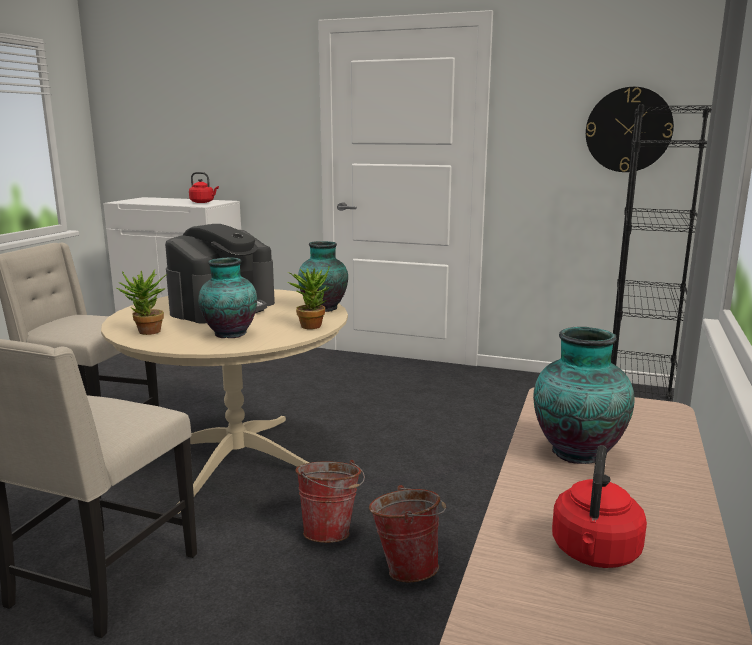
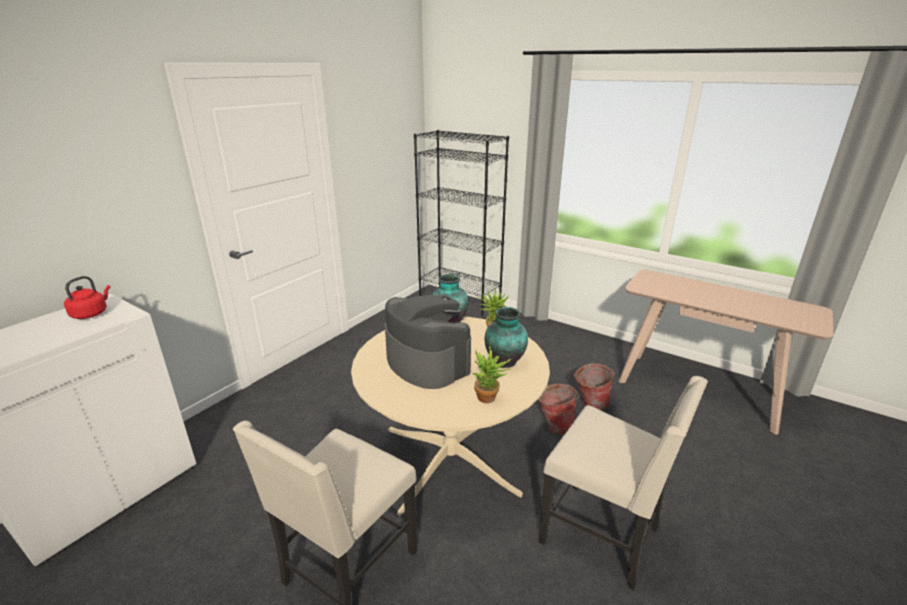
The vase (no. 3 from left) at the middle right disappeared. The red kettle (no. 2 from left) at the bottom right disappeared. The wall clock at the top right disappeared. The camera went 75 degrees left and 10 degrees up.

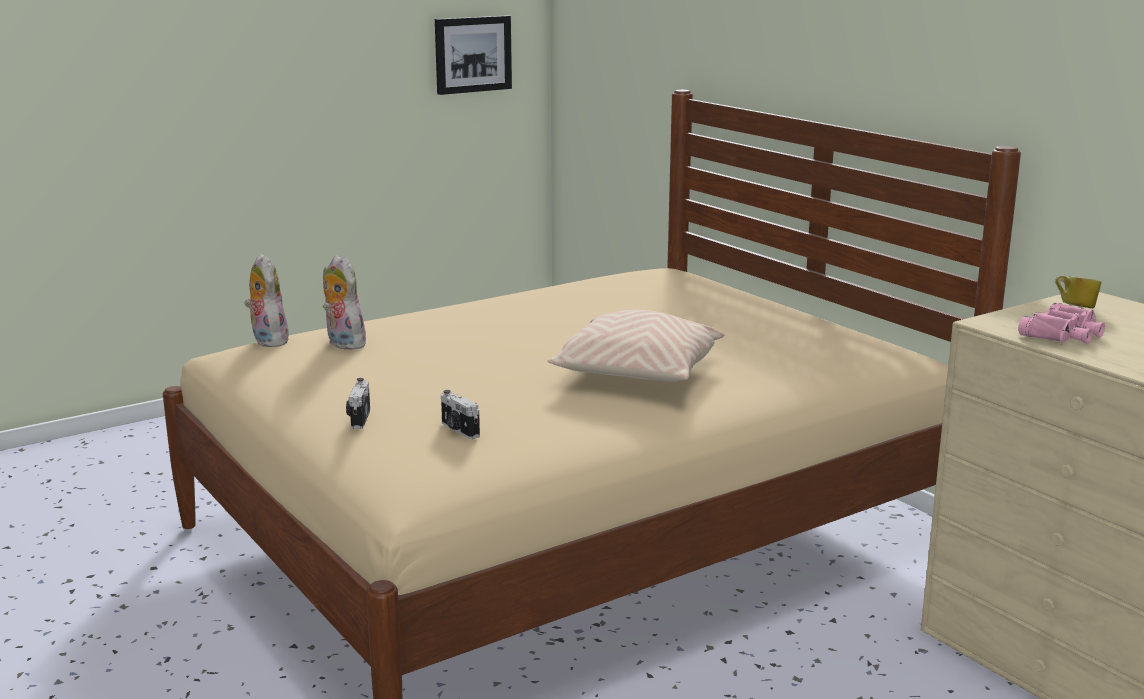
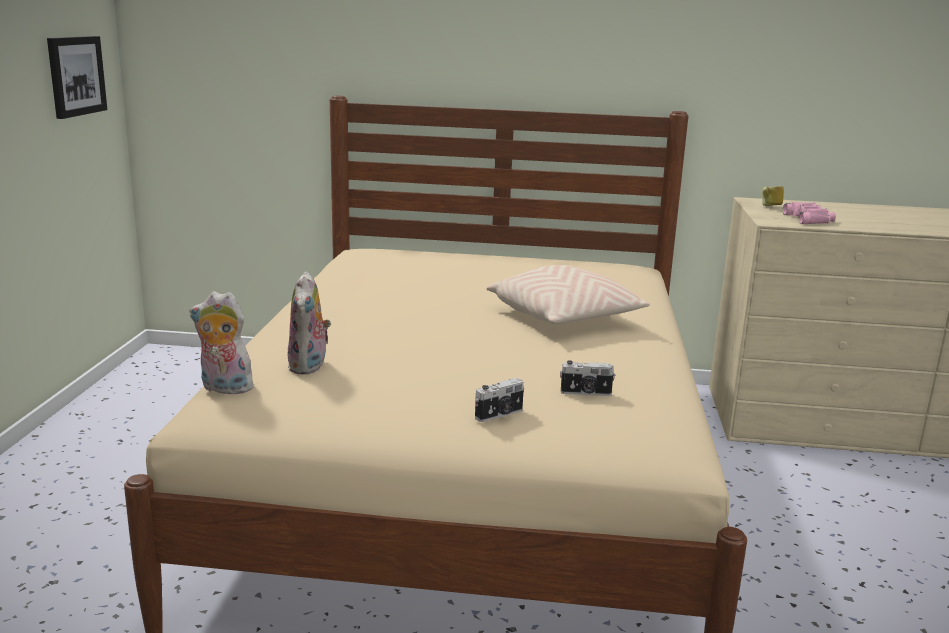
The plush toy (no. 2 from left) at the middle left turned 90 degrees counterclockwise. The photo camera (no. 1 from left) at the middle left turned 75 degrees counterclockwise. The camera went 50 degrees left and 0 degrees up.

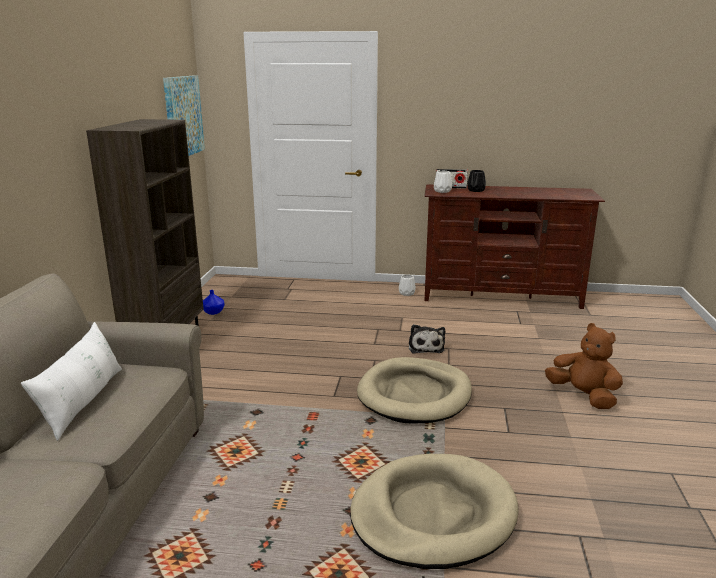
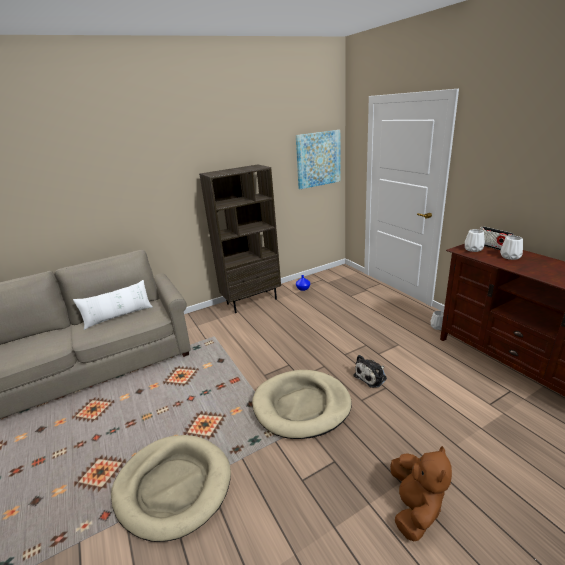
The black vase at the top centre became the white vase (no. 3 from left) at the middle right. The camera went 55 degrees right and 5 degrees up.

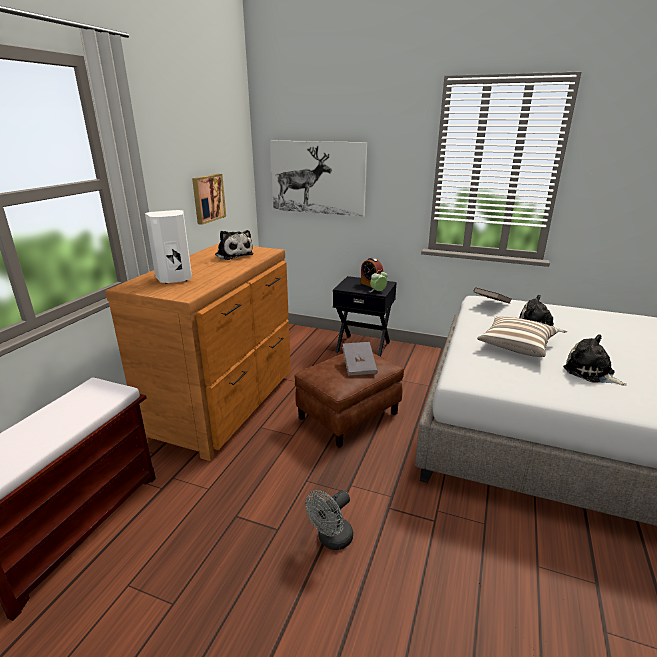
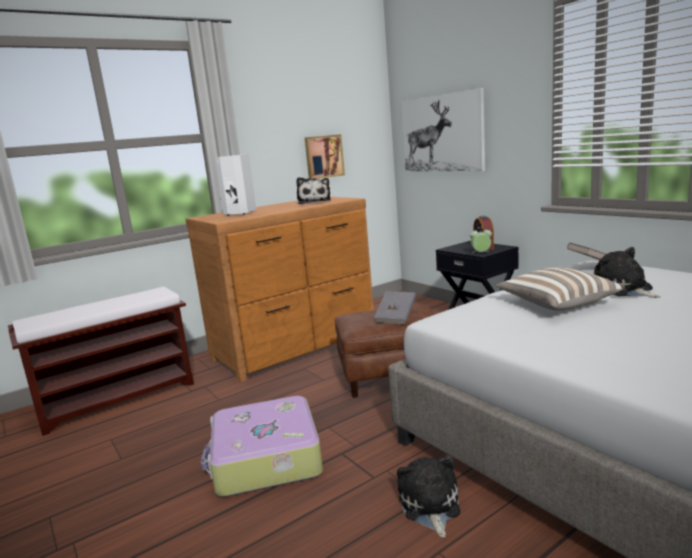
The plush toy (no. 3 from left in the first image) moved from the middle right to the bottom centre. The grey fan at the bottom centre was replaced by the suitcase at the bottom centre. The camera went 35 degrees right and 10 degrees down.

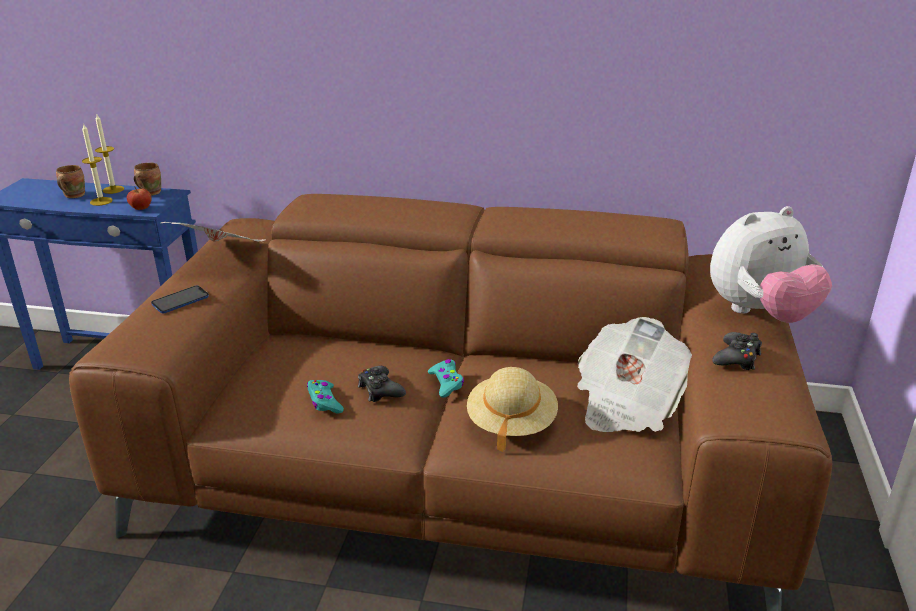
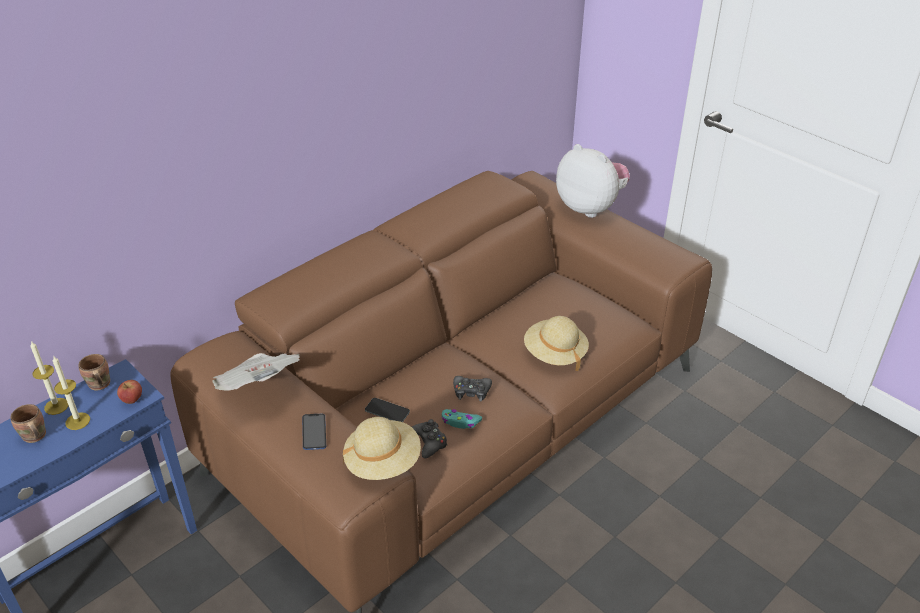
The turquoise game controller (no. 2 from left) at the centre disappeared. The newspaper (no. 2 from left) at the middle right disappeared. The beige hat (no. 1 from left) at the bottom centre appeared. The phone (no. 2 from left) at the bottom centre appeared. The black game controller (no. 2 from left in the first image) moved from the middle right to the bottom centre. The plush toy at the middle right turned 60 degrees counterclockwise. The camera went 55 degrees left and 10 degrees up.

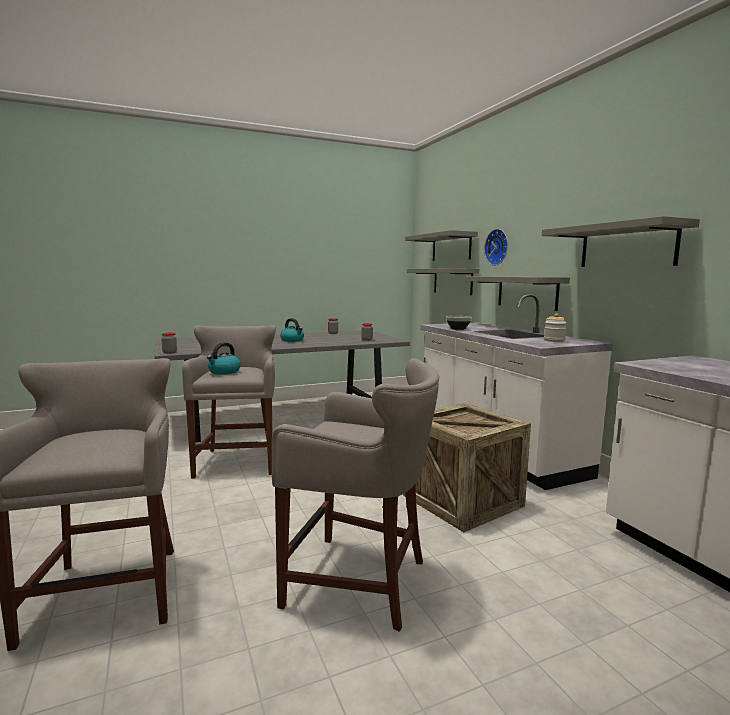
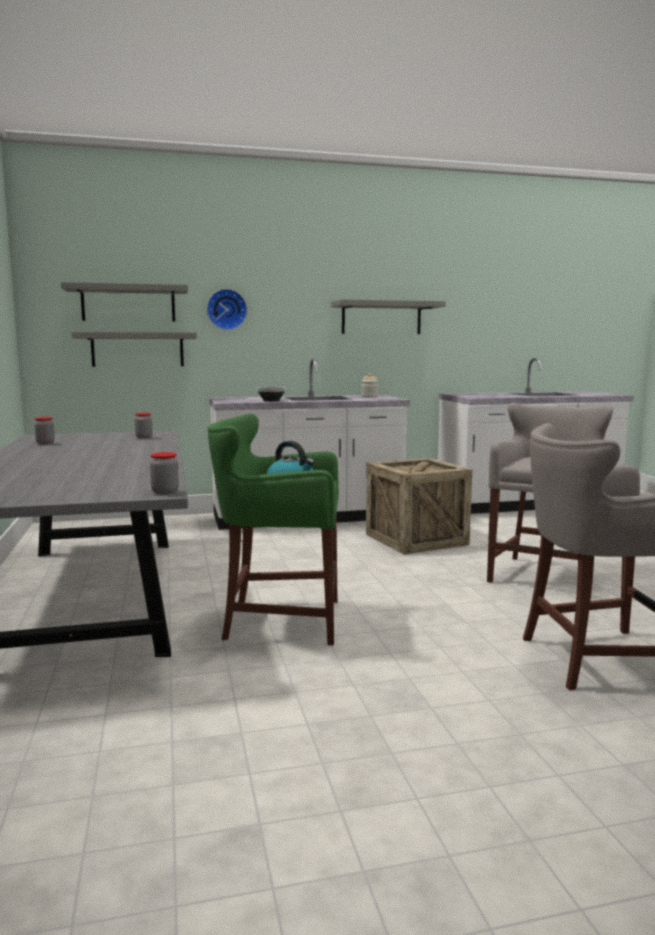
The kettle (no. 2 from left) at the centre disappeared. The grey shelf (no. 3 from left) at the middle right disappeared. The grey stool (no. 2 from left) at the middle left became the green stool at the centre. The camera went 80 degrees left and 0 degrees up.

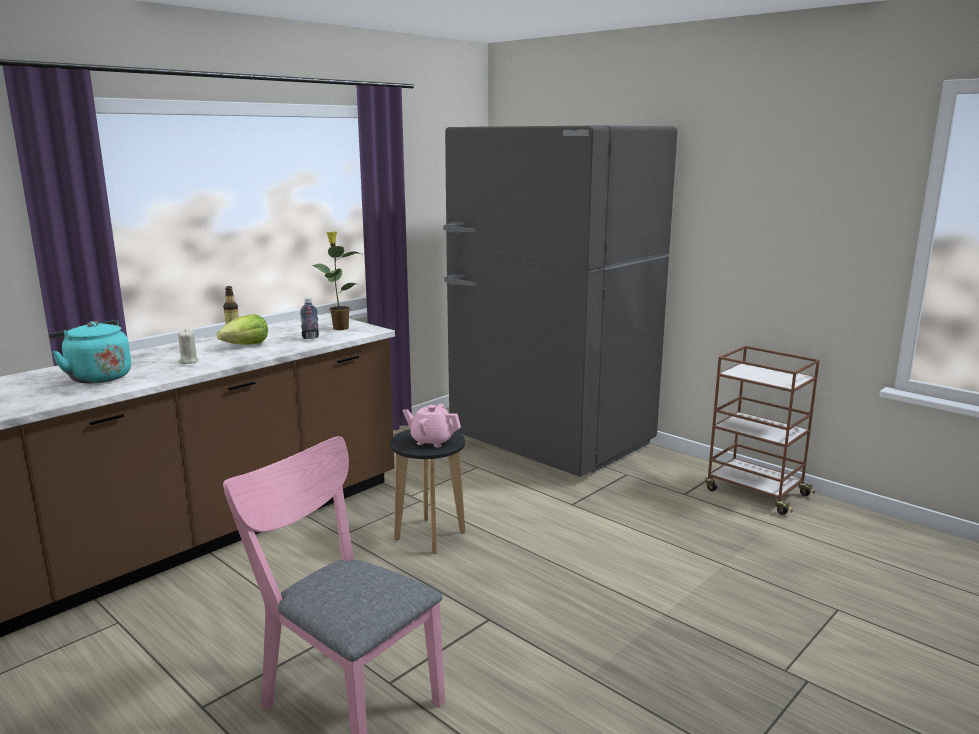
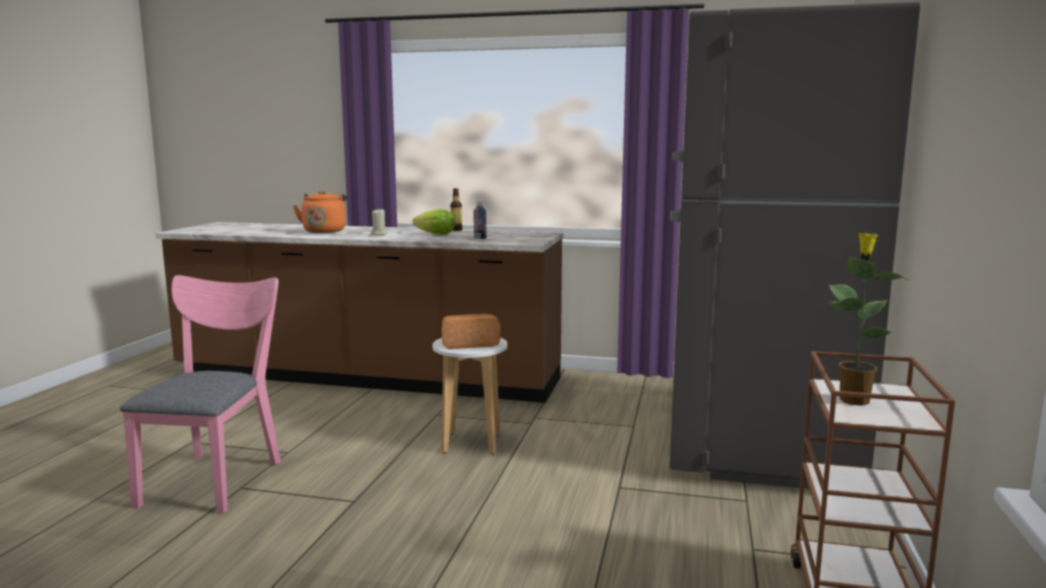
The potted plant moved from the centre to the middle right. The pink teapot at the centre was replaced by the bread at the centre. The turquoise kettle at the middle left became the orange kettle at the middle left. The black stool at the bottom centre became the white stool at the bottom centre. The camera went 60 degrees right and 5 degrees down.

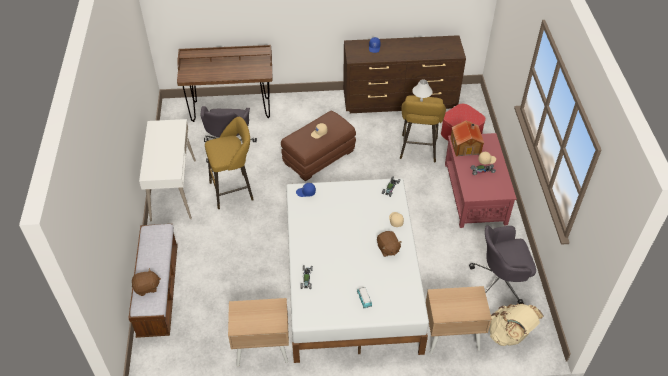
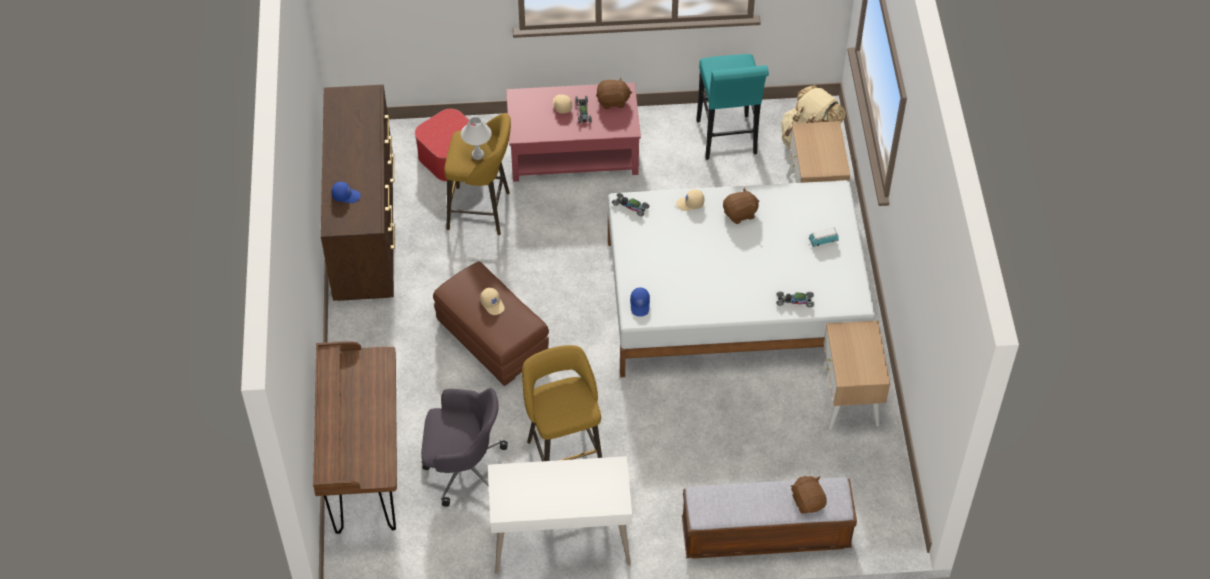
The toy house at the middle right disappeared. The brown plush toy (no. 1 from left) at the top centre appeared. The grey office chair (no. 2 from left) at the bottom right was replaced by the turquoise stool at the top centre. The camera went 90 degrees left and 5 degrees up.

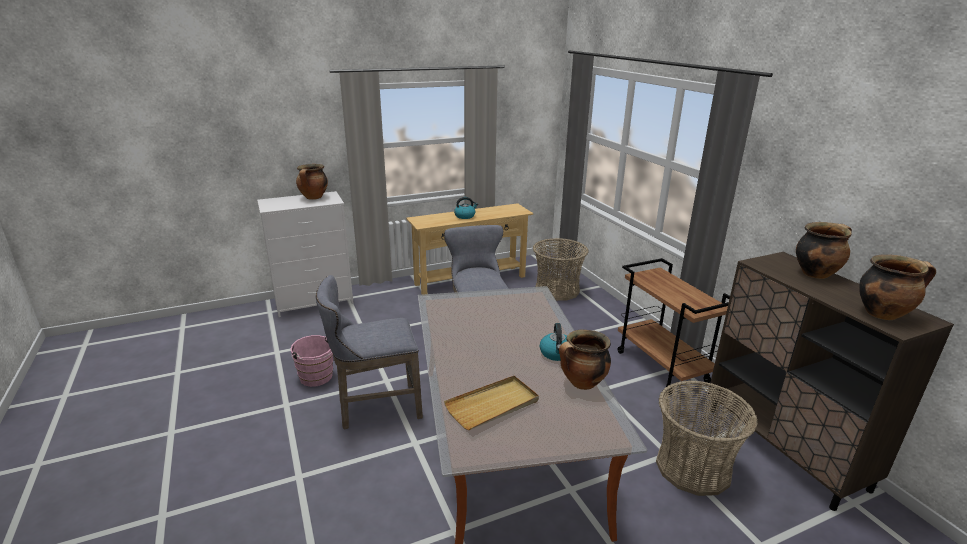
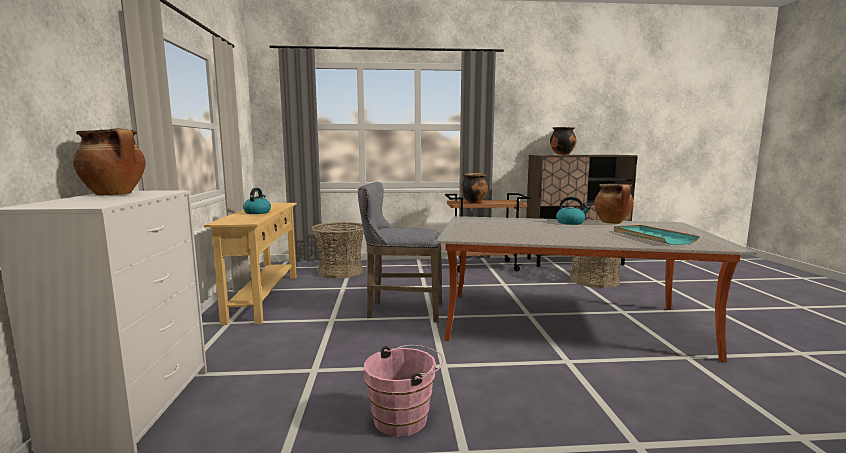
The grey stool (no. 1 from left) at the centre disappeared. The cooking pot (no. 4 from left in the first image) moved from the middle right to the centre. The beige tray at the bottom centre became the turquoise tray at the middle right. The camera went 70 degrees left and 15 degrees down.

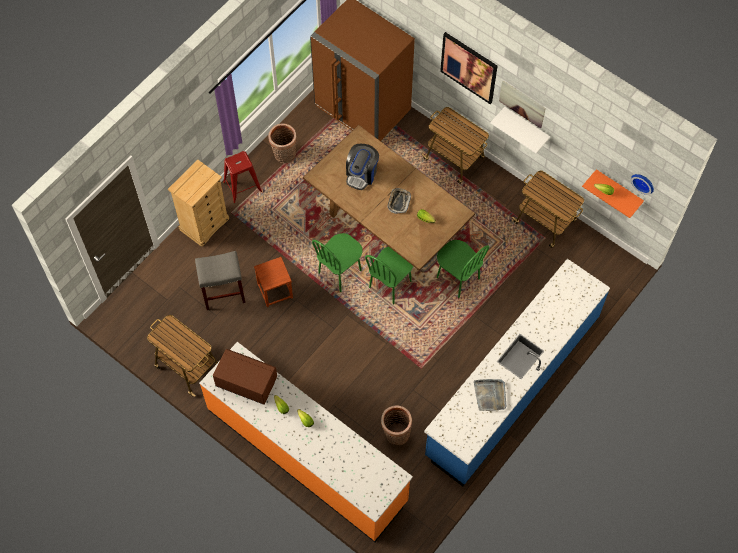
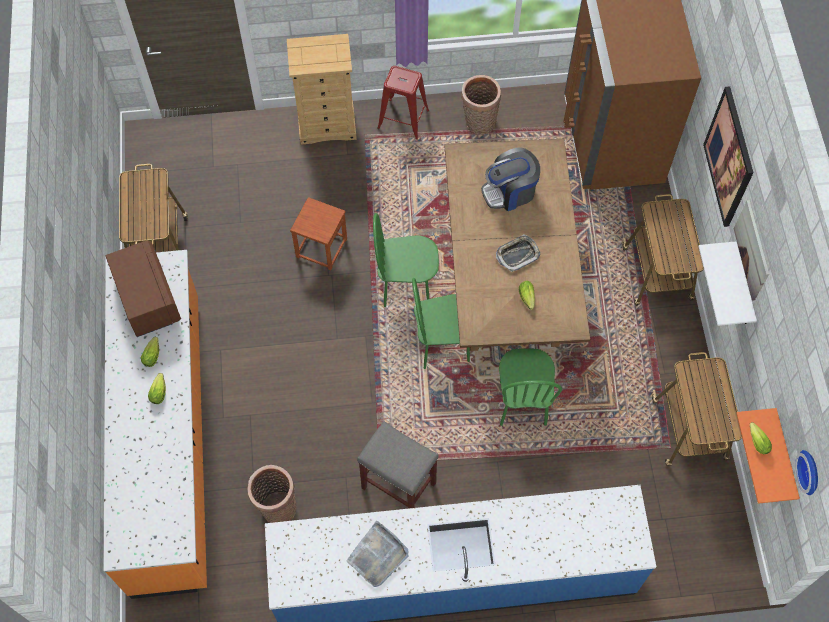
The grey stool moved from the middle left to the bottom centre. The camera went 45 degrees right and 0 degrees up.

